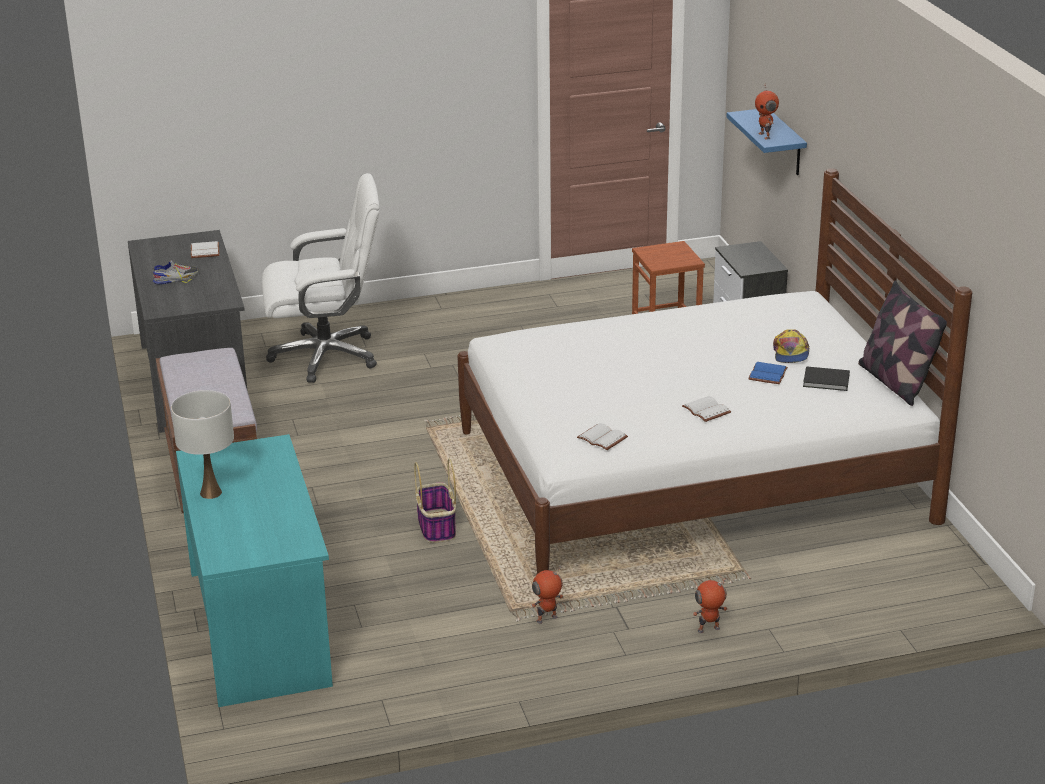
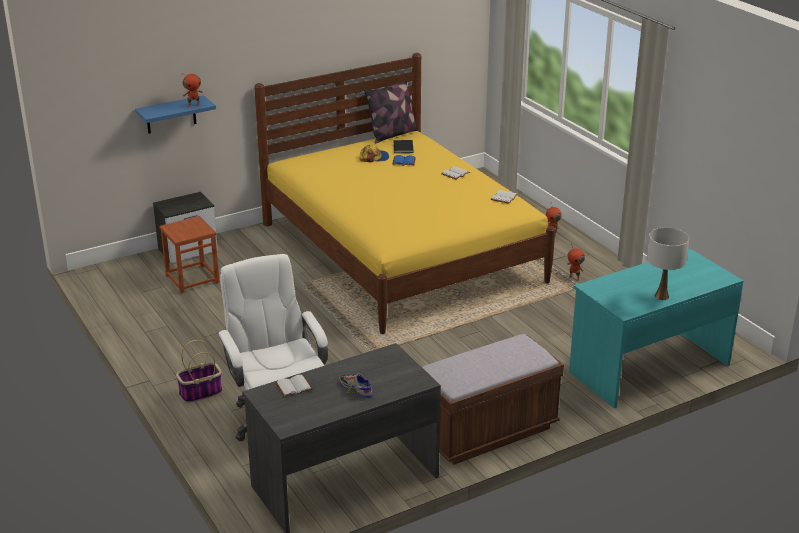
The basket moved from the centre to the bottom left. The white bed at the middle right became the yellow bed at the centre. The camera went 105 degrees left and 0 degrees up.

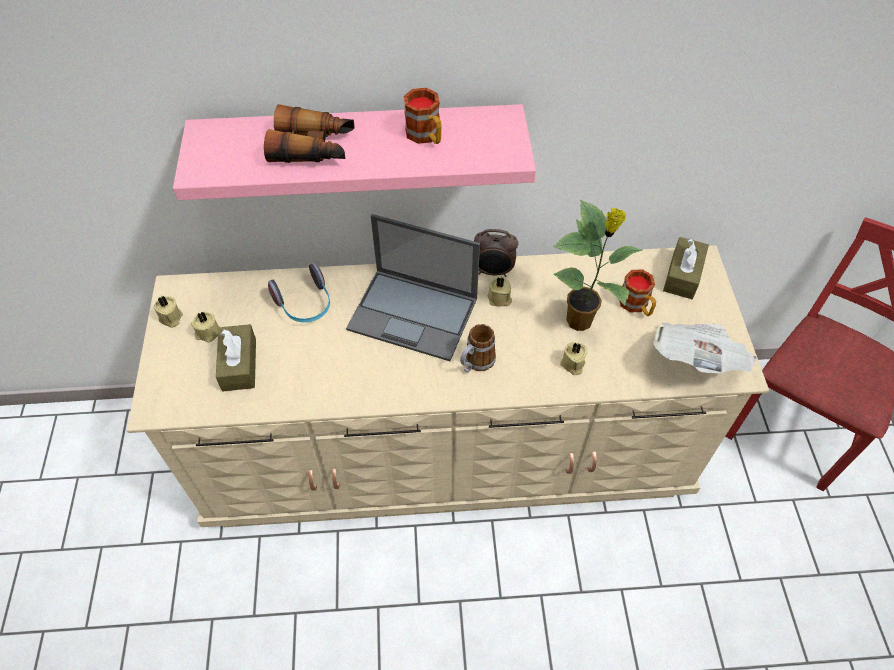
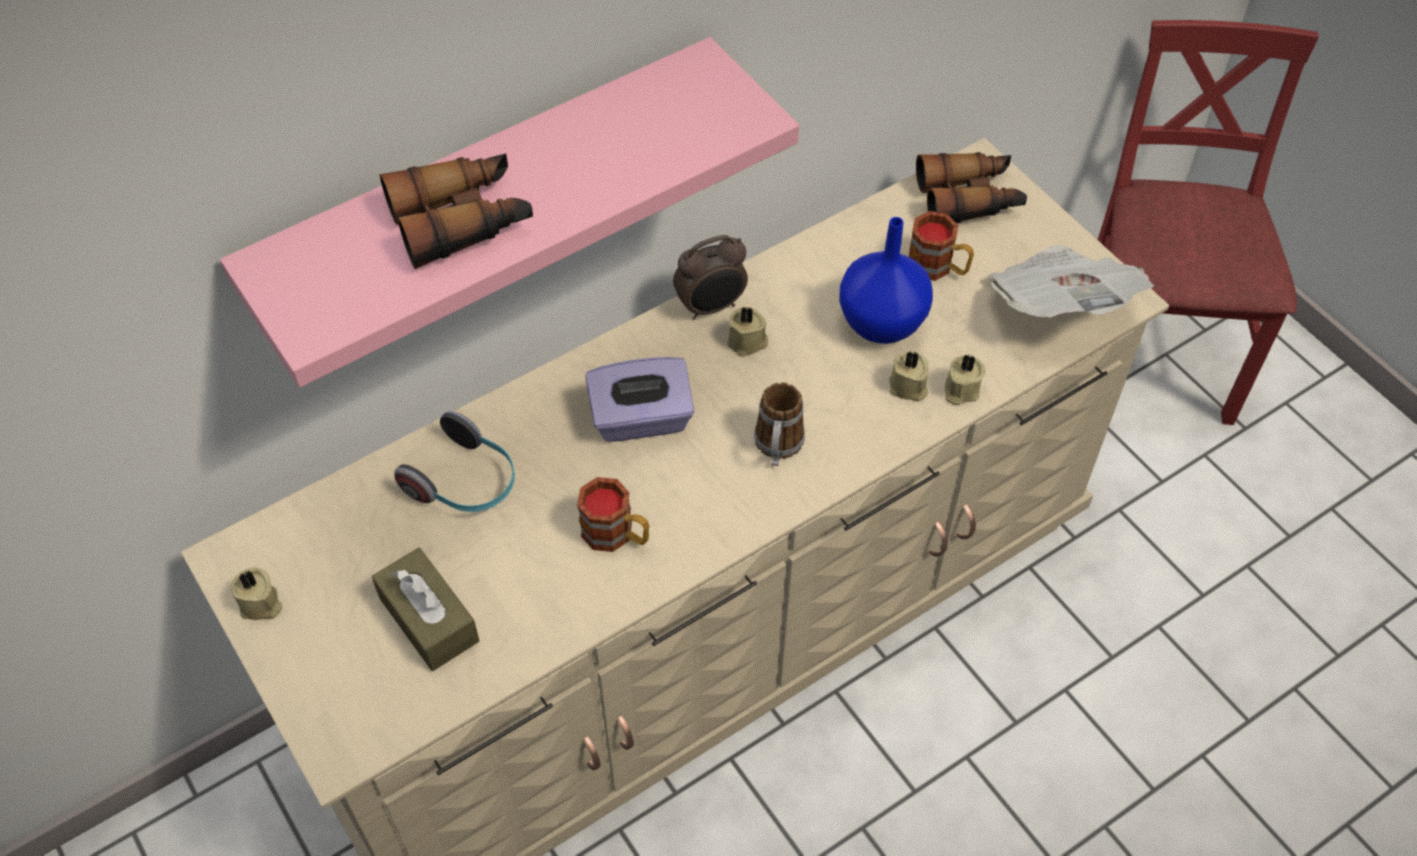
The beige candle (no. 2 from left in the first image) moved from the middle left to the middle right. The mug (no. 1 from left) moved from the top centre to the centre. The laptop at the centre was replaced by the purple tissue box at the centre. The potted plant at the middle right was replaced by the blue vase at the top centre. The brown tissue box (no. 2 from left) at the middle right was replaced by the binoculars (no. 2 from left) at the top right. The camera went 30 degrees left and 0 degrees up.

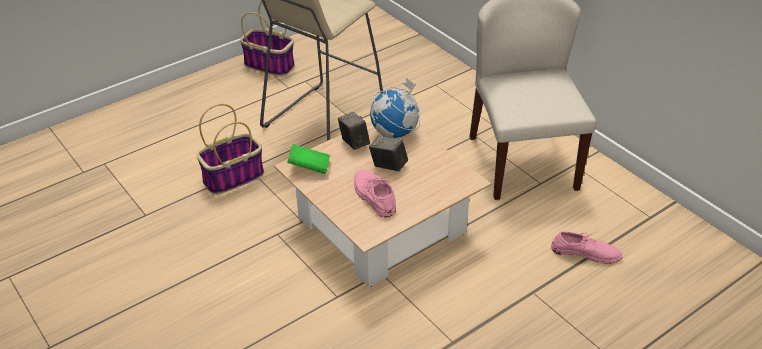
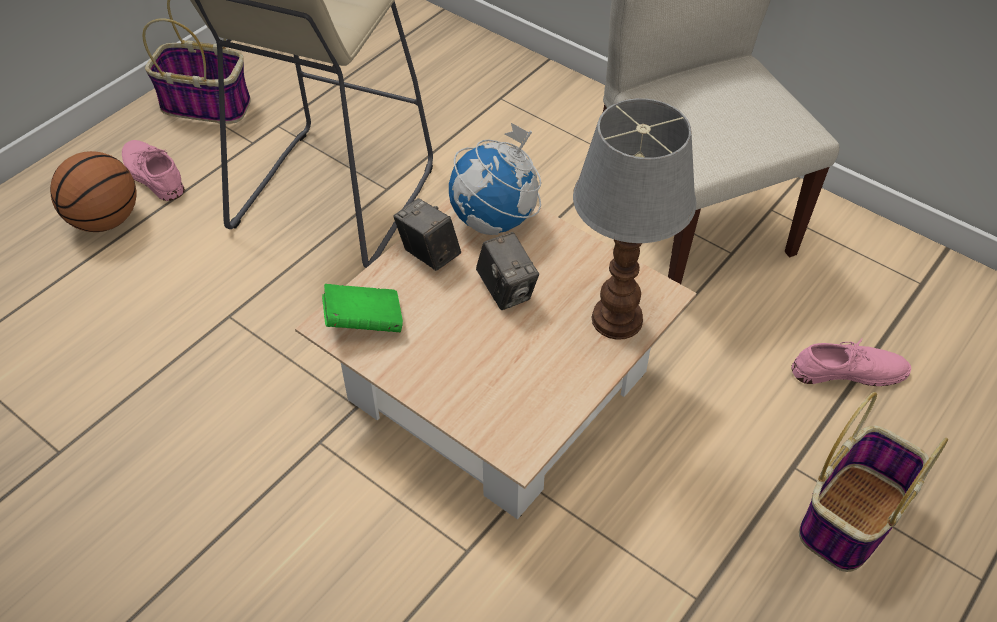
The basketball at the top left appeared. The table lamp at the centre appeared. The basket (no. 1 from left in the first image) moved from the middle left to the bottom right. The pink shoe (no. 1 from left) moved from the centre to the top left. The photo camera (no. 2 from left) at the centre turned 135 degrees counterclockwise. The camera went 15 degrees left and 10 degrees up.

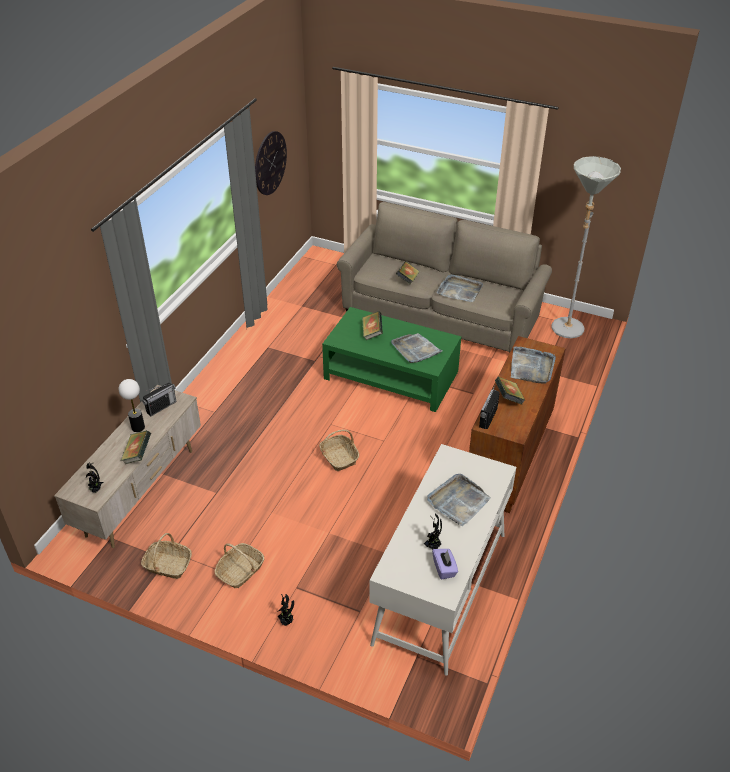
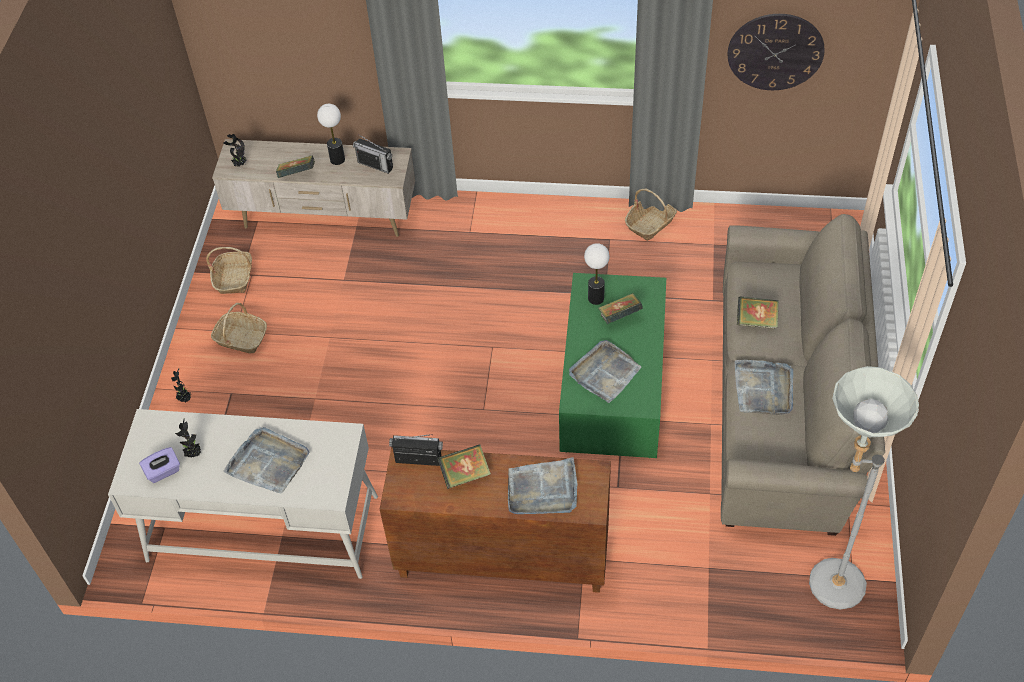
The table lamp (no. 2 from left) at the centre appeared. The basket (no. 3 from left) moved from the centre to the top centre. The camera went 75 degrees right and 10 degrees up.

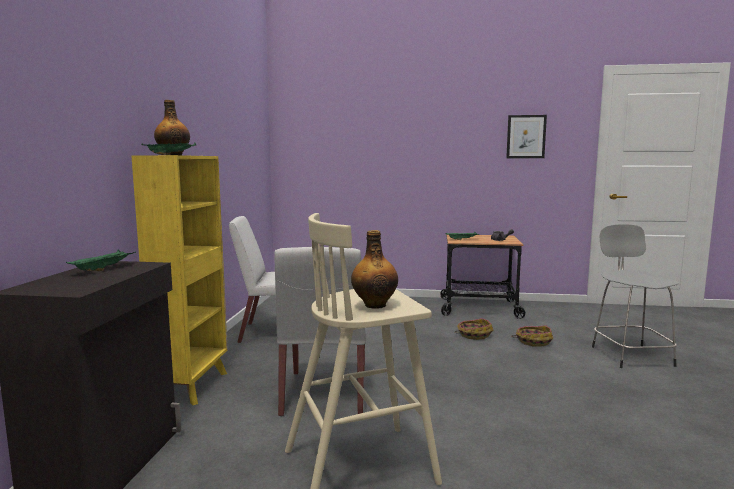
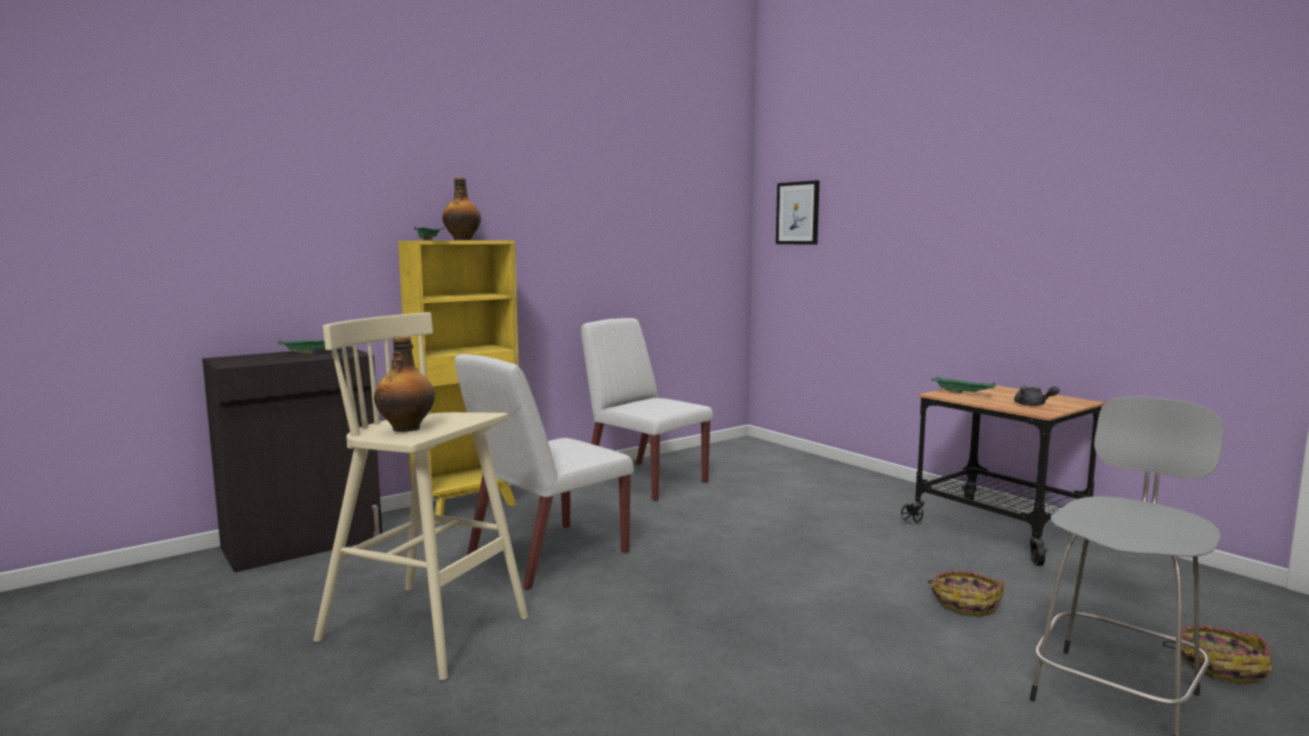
The basket (no. 1 from left in the first image) moved from the bottom centre to the bottom right. The picture moved from the top right to the top centre. The camera went 45 degrees right and 0 degrees up.

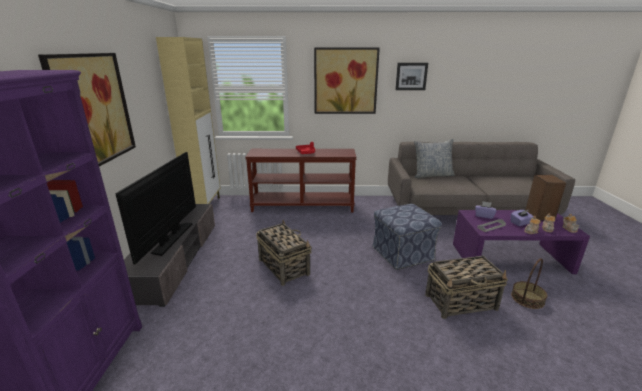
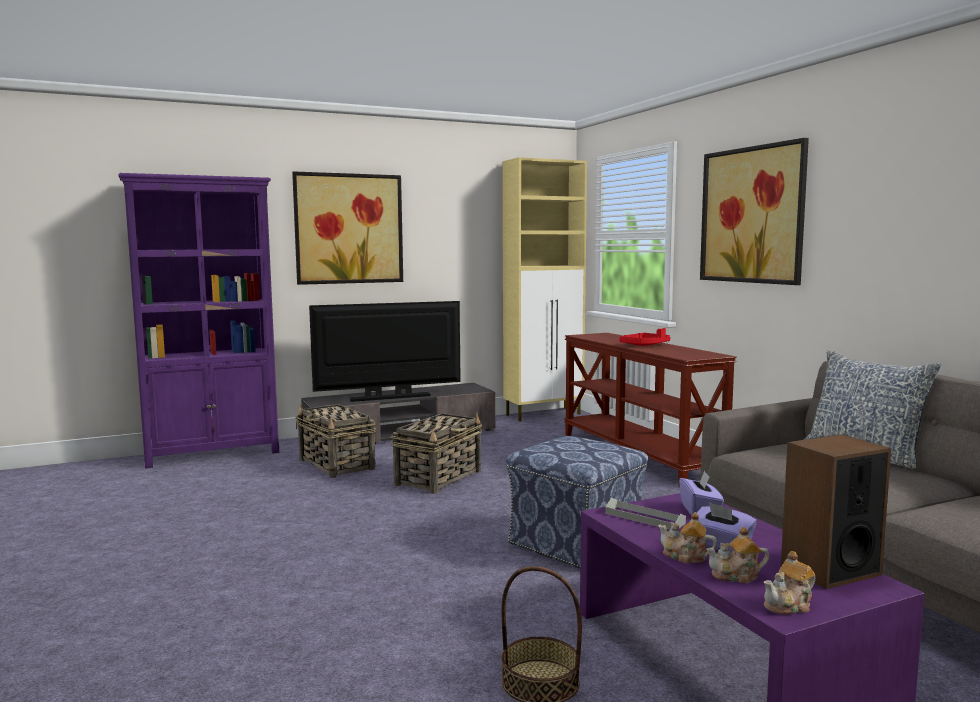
The picture (no. 3 from left) at the top centre disappeared. The basket (no. 2 from left in the first image) moved from the bottom right to the centre. The camera went 65 degrees right and 15 degrees down.

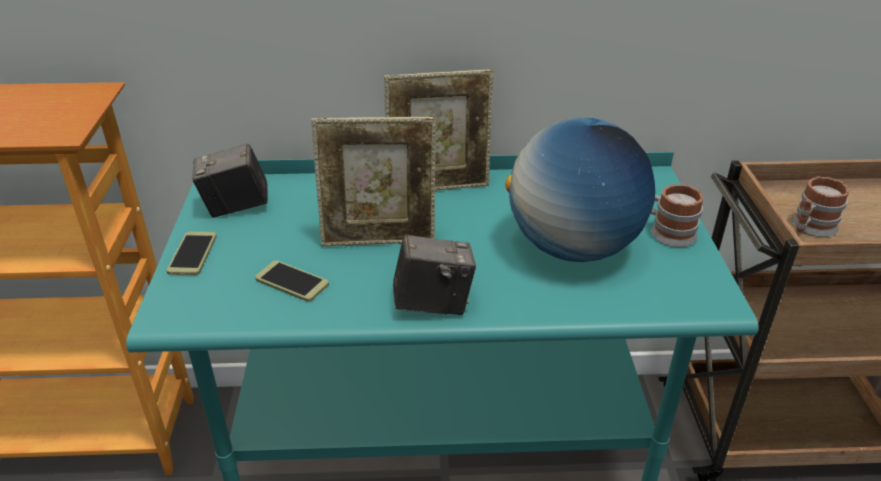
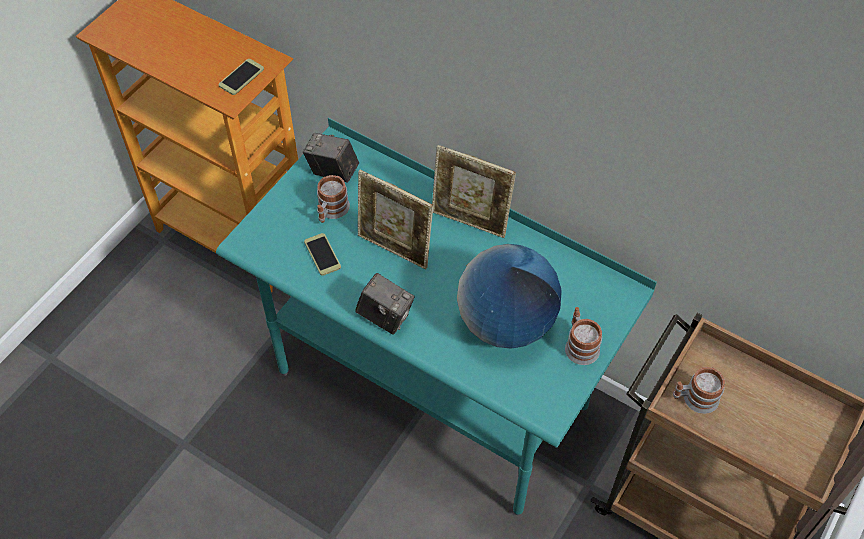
The mug (no. 1 from left) at the centre appeared. The phone (no. 1 from left) moved from the middle left to the top left. The camera went 35 degrees right and 20 degrees up.

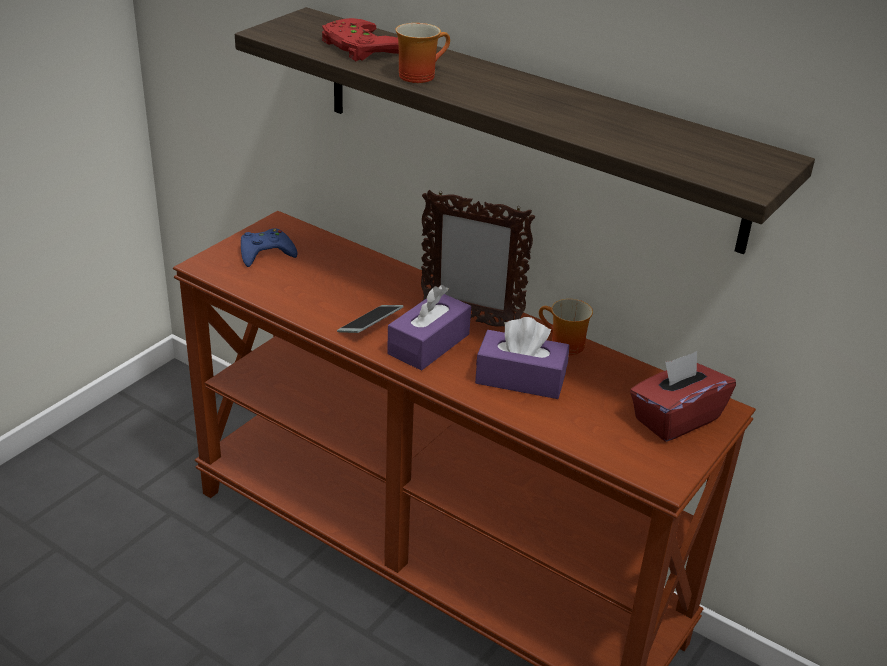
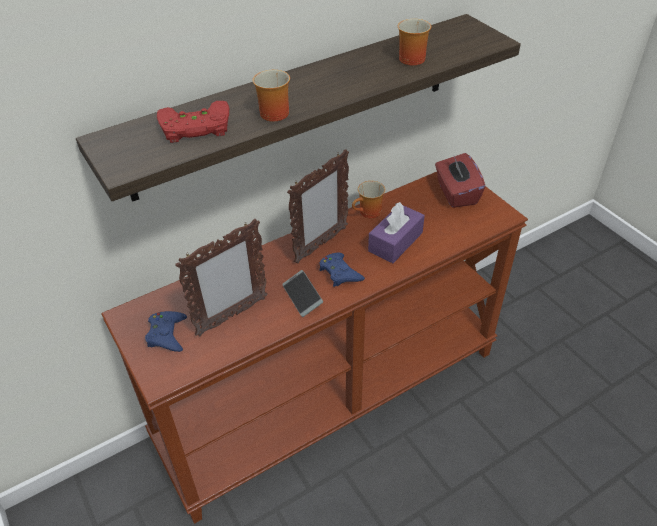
The picture frame (no. 1 from left) at the centre appeared. The mug (no. 3 from left) at the top centre appeared. The purple tissue box (no. 1 from left) at the centre was replaced by the blue game controller (no. 2 from left) at the centre. The camera went 65 degrees left and 10 degrees up.

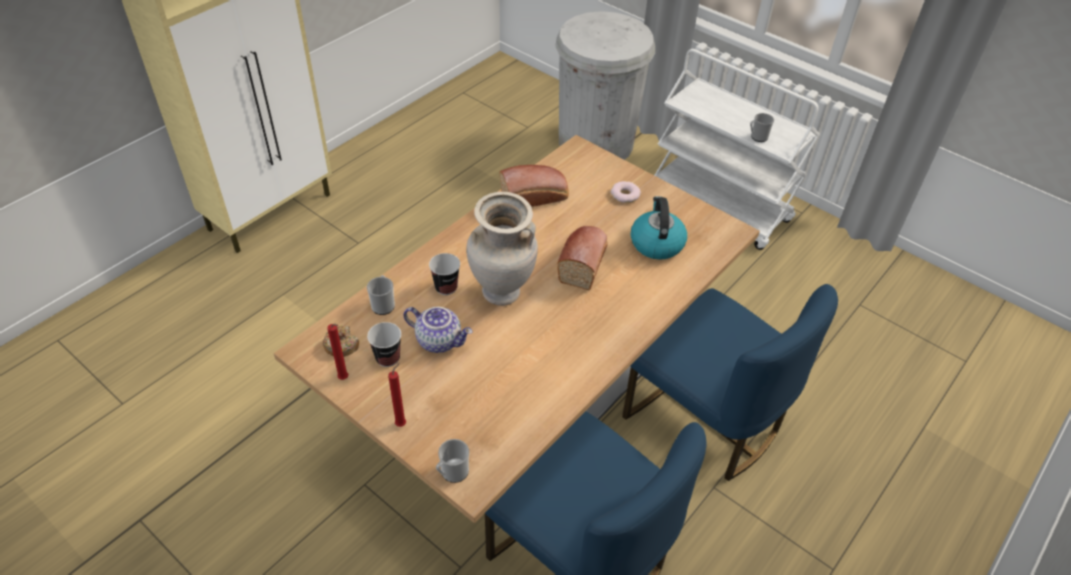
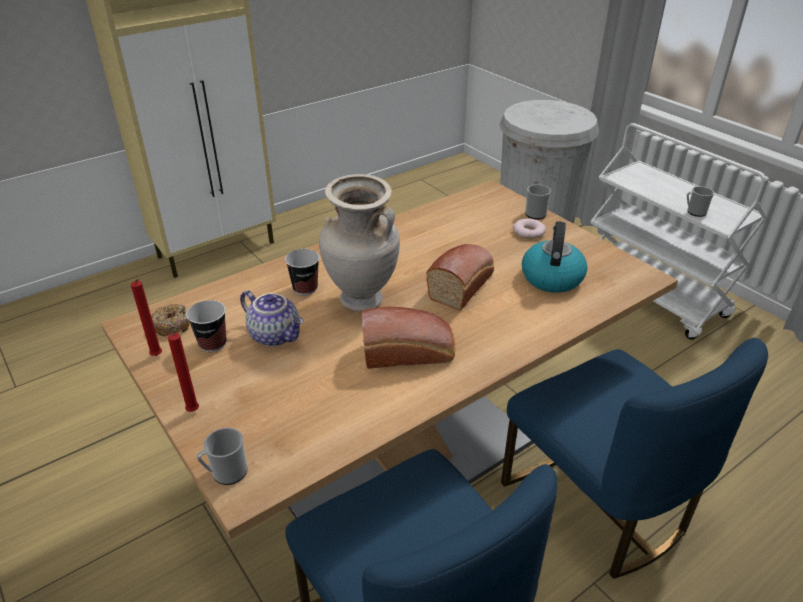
The mug (no. 1 from left in the first image) moved from the centre to the middle right. The bread (no. 1 from left) moved from the top centre to the centre. The camera went 15 degrees right and 10 degrees down.

